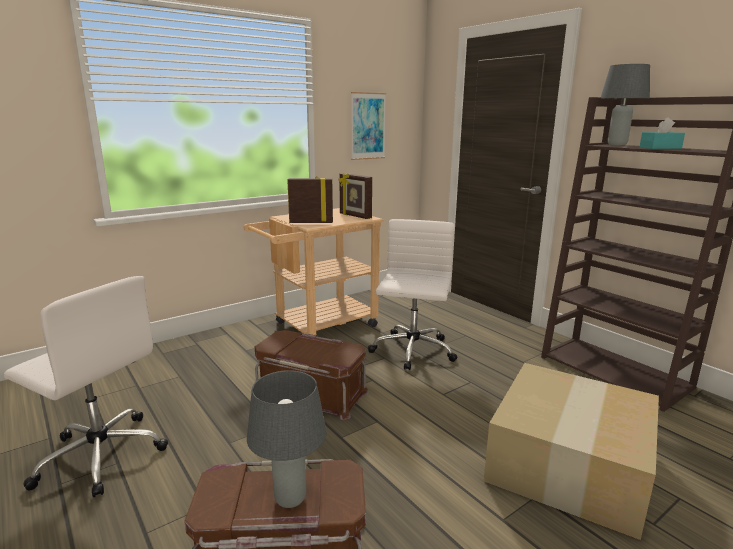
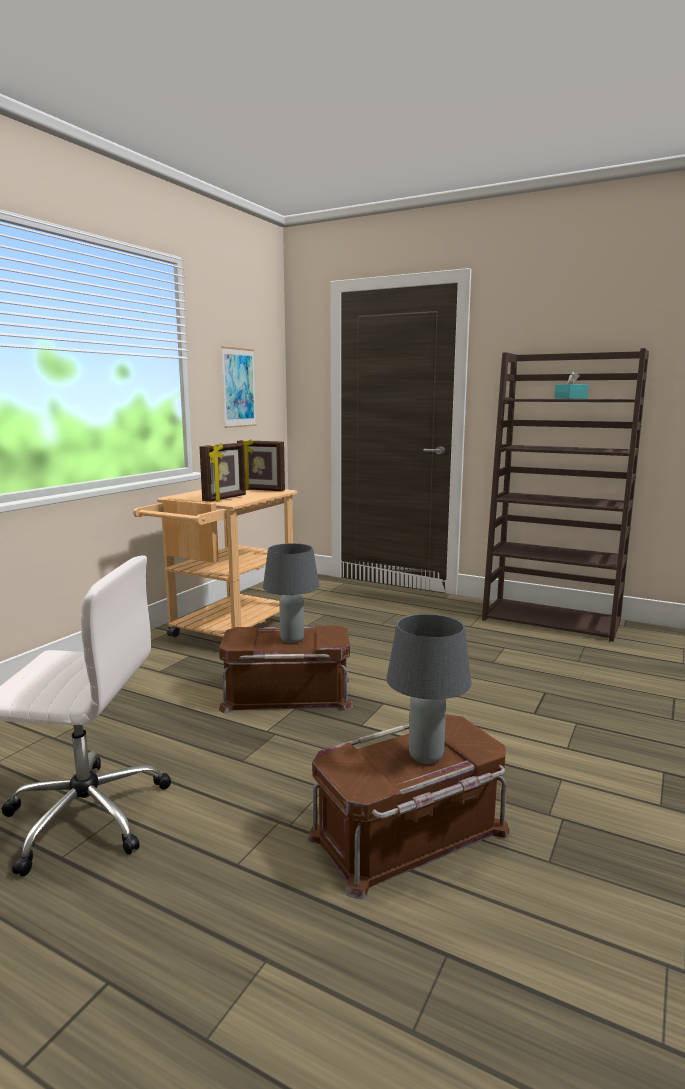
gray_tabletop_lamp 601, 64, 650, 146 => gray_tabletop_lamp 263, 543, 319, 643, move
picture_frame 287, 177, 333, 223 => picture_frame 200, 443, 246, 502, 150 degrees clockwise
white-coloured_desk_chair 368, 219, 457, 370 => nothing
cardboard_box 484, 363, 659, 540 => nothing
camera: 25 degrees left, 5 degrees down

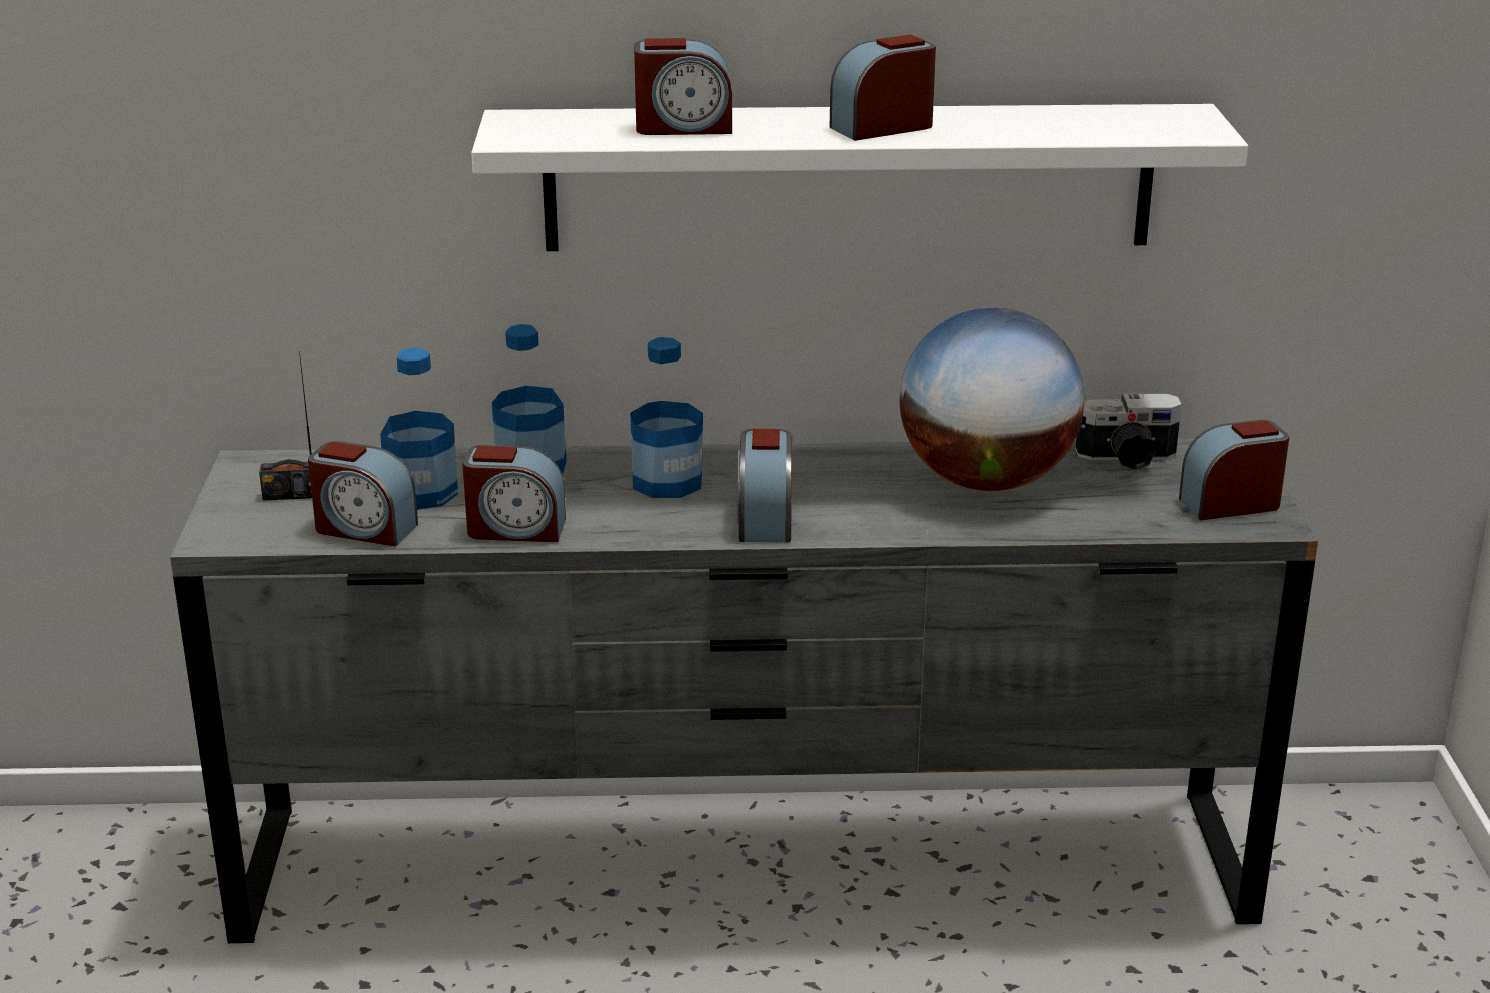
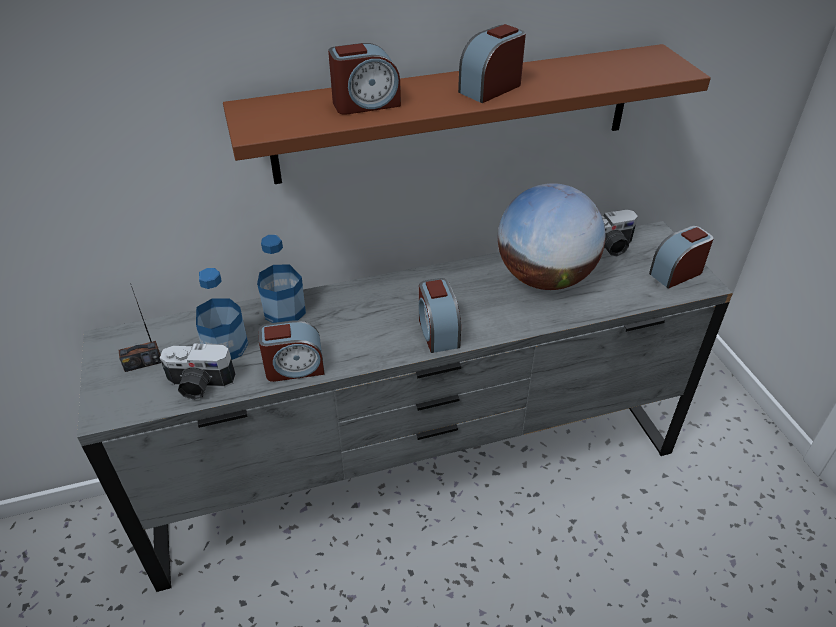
white-coloured_wall_shelf 471, 104, 1248, 251 => brown-coloured_wall_shelf 223, 44, 711, 184
bottle 630, 337, 703, 498 => nothing
alarm_clock 308, 441, 418, 546 => still_camera 159, 343, 236, 400
camera: 15 degrees left, 15 degrees up

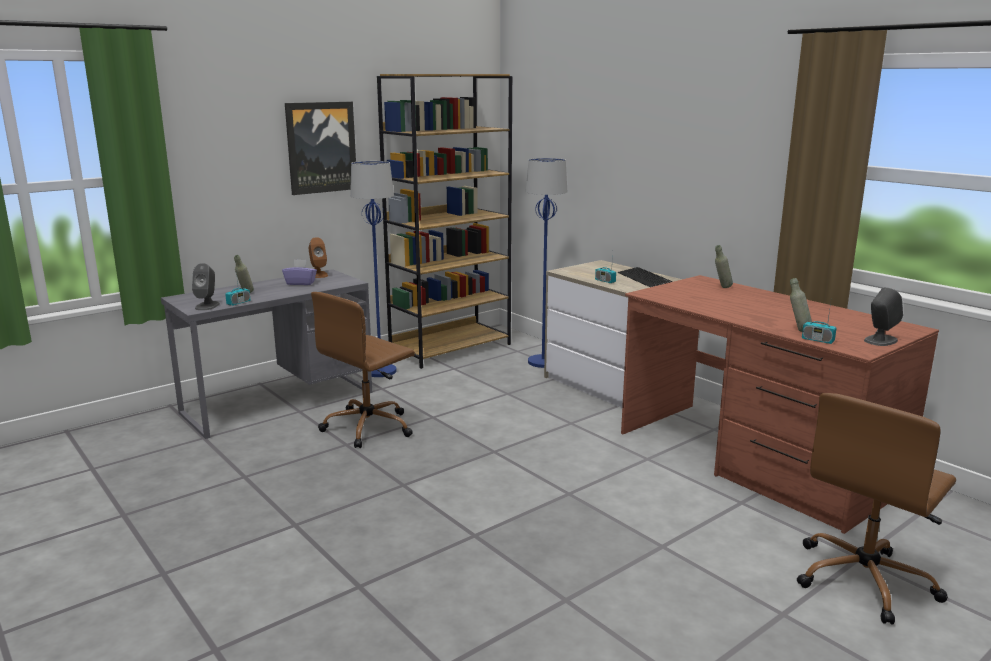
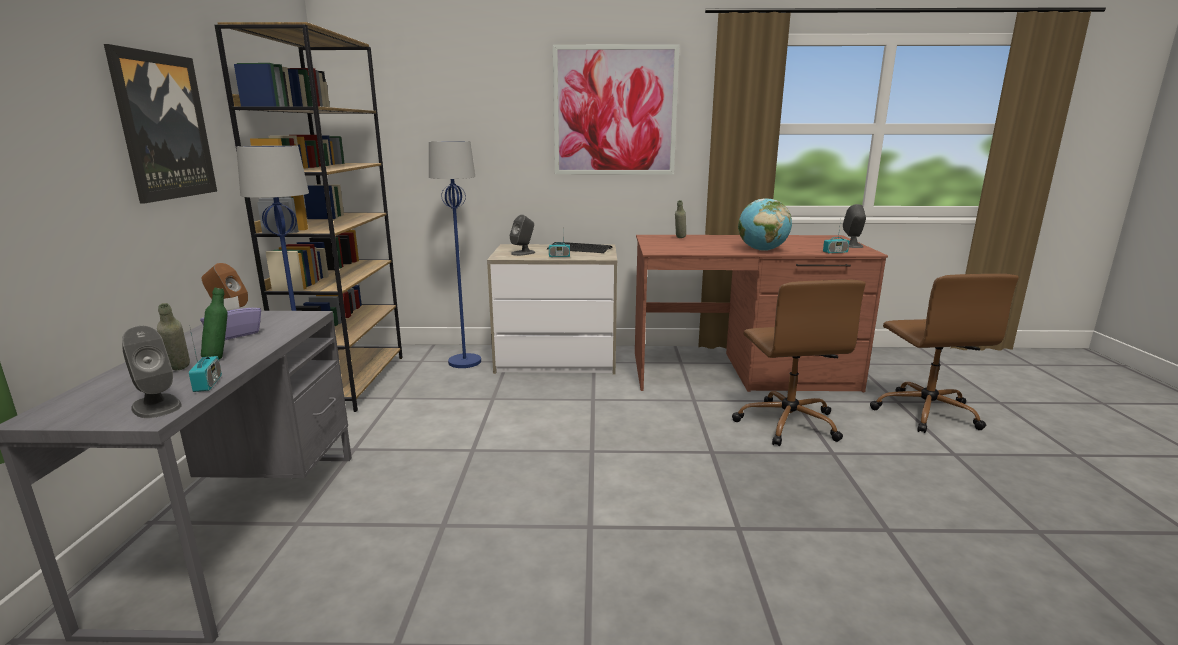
gray_bottle 790, 278, 812, 332 => nothing
brown-coloured_desk_chair 311, 292, 415, 448 => brown-coloured_desk_chair 732, 280, 866, 446, move
nothing => picture 553, 44, 679, 174
nothing => globe 738, 199, 792, 251
nothing => gray_loudspeaker 510, 215, 535, 256
nothing => greenish_bottle 201, 288, 228, 359
camera: 50 degrees left, 0 degrees up

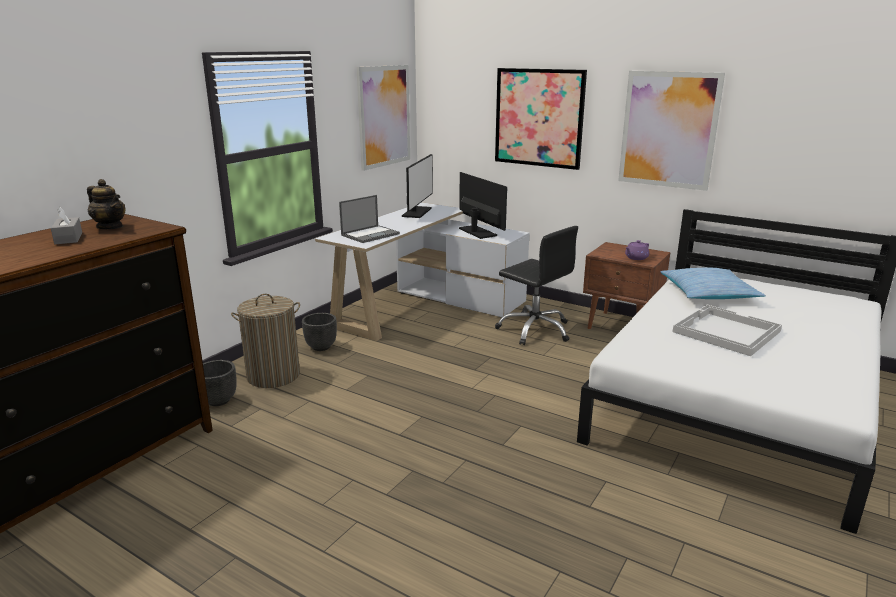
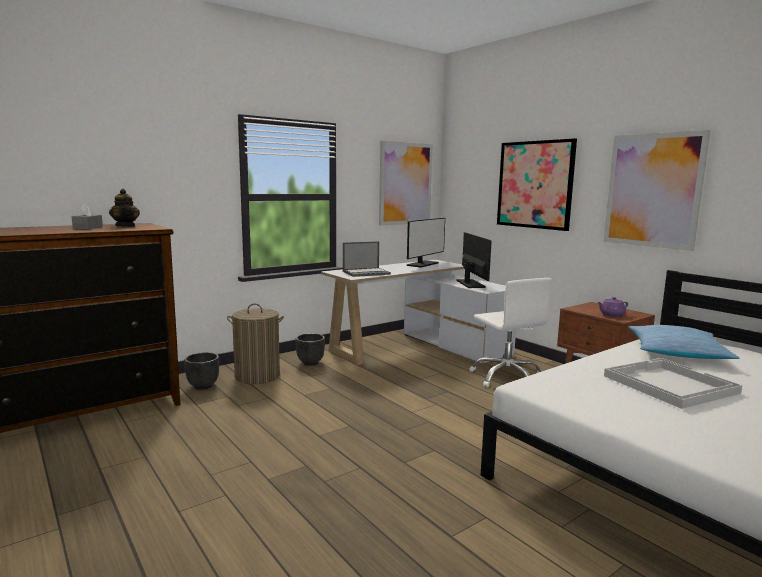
blackish_desk_chair 495, 226, 578, 345 => white-coloured_desk_chair 469, 278, 552, 388
camera: 20 degrees right, 10 degrees down

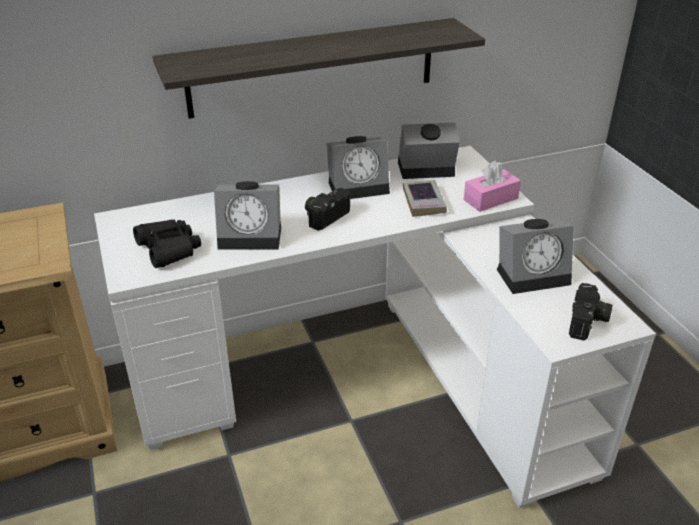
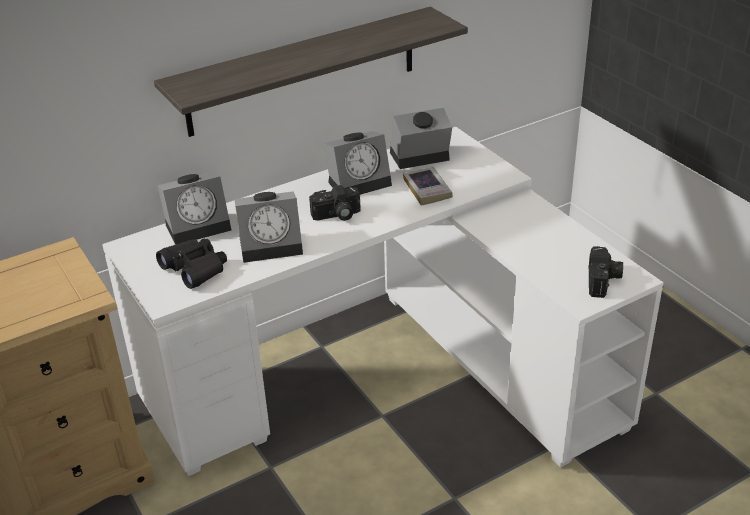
pink_tissue_box 464, 161, 521, 212 => nothing
still_camera 305, 188, 350, 231 => still_camera 309, 185, 361, 221, 135 degrees counterclockwise
alarm_clock 497, 218, 574, 294 => alarm_clock 157, 172, 231, 245, move
camera: 10 degrees left, 0 degrees up

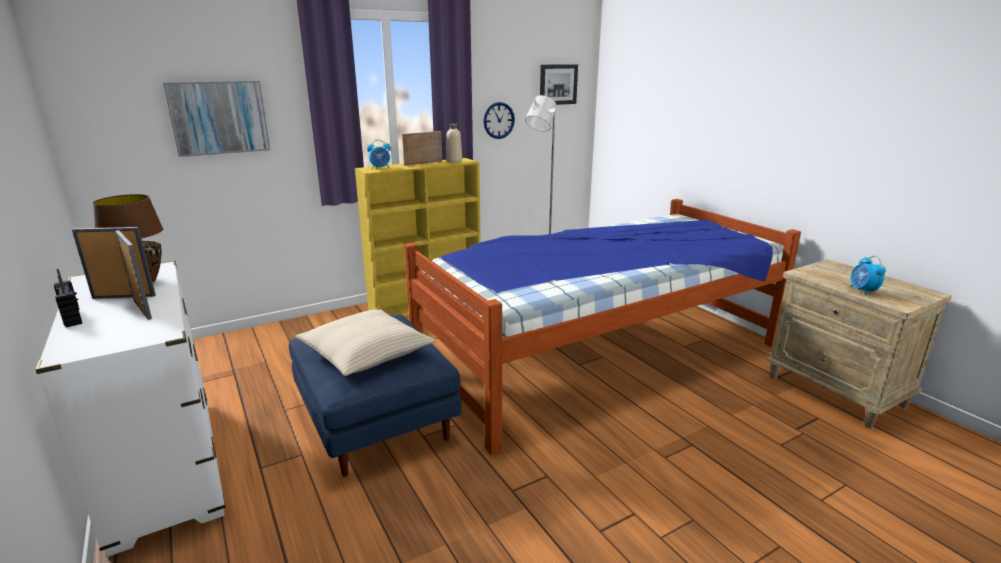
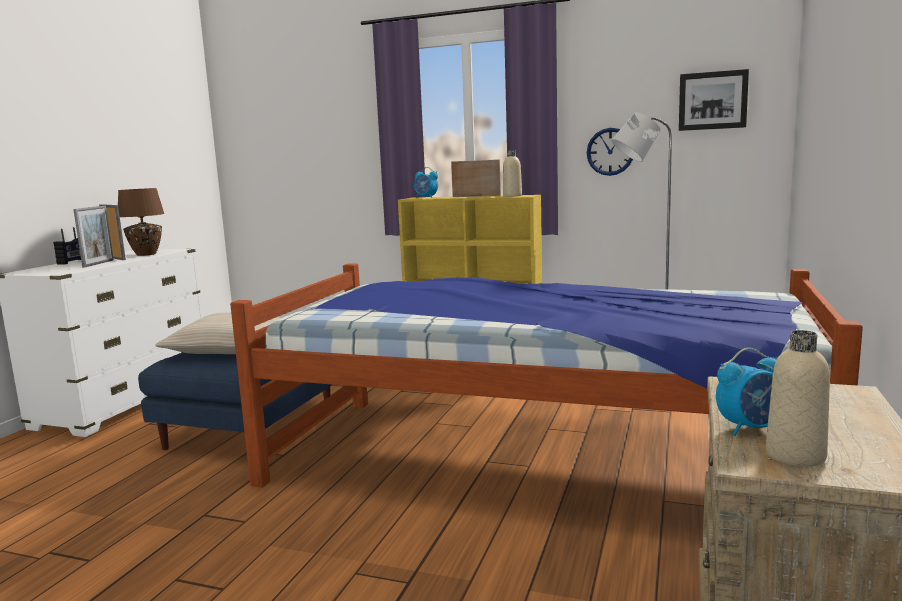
picture 163, 81, 270, 157 => nothing
alarm_clock 851, 256, 886, 296 => alarm_clock 716, 348, 777, 436, 150 degrees counterclockwise
nothing => beige-coloured_bottle 766, 330, 830, 467
camera: 50 degrees right, 10 degrees down

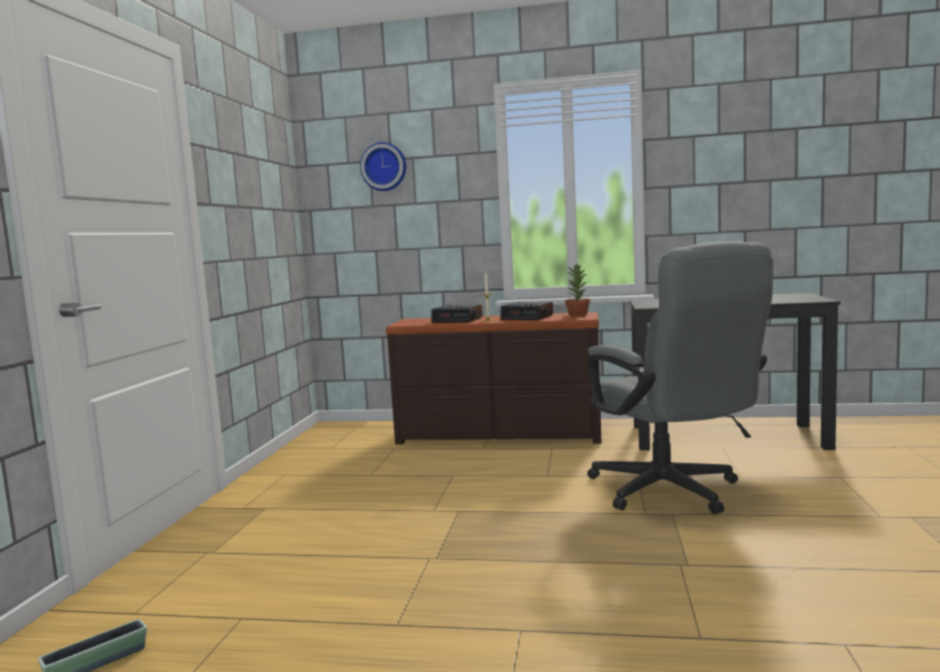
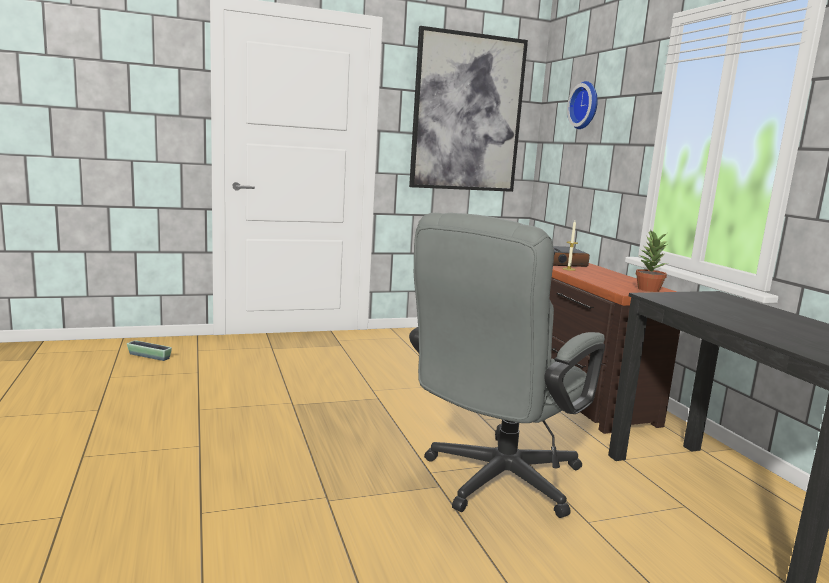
alarm_clock 500, 302, 553, 320 => nothing
nothing => picture 409, 26, 528, 192
camera: 60 degrees right, 5 degrees up

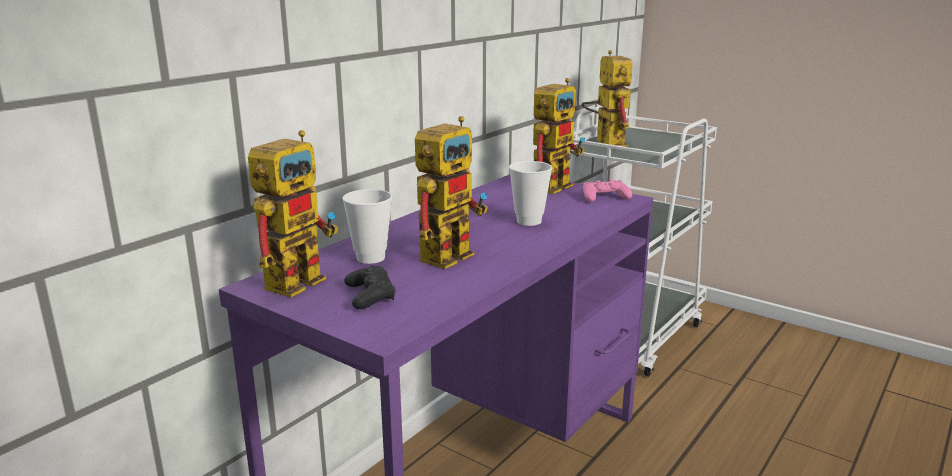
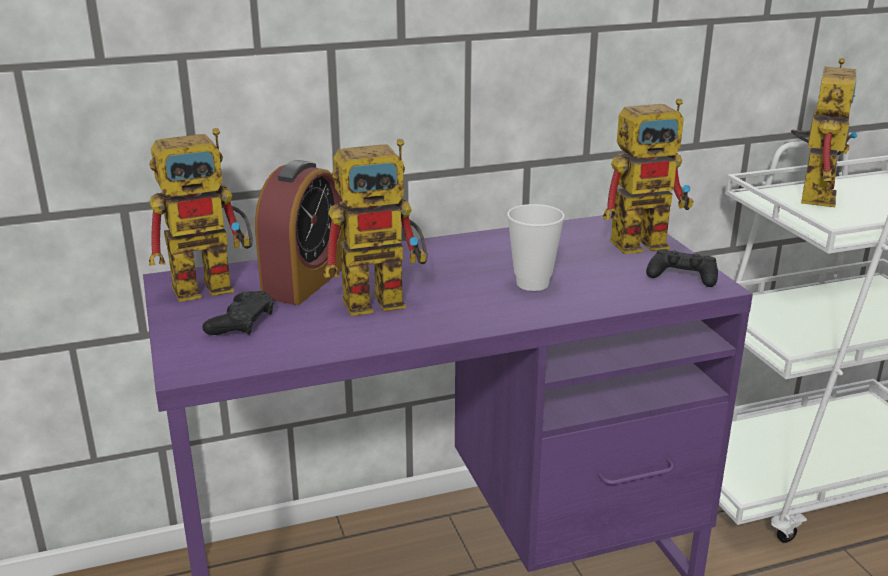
pink_joypad 583, 180, 632, 202 => blackish_joypad 646, 249, 718, 287
small_cup 342, 189, 392, 264 => alarm_clock 255, 160, 345, 305
camera: 35 degrees right, 5 degrees up

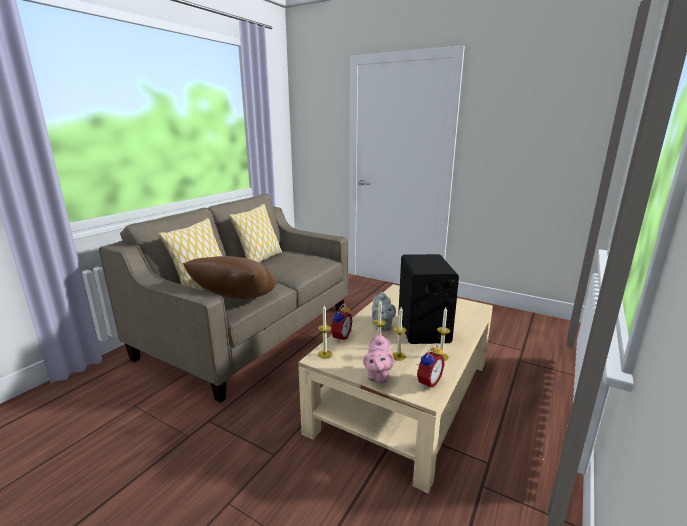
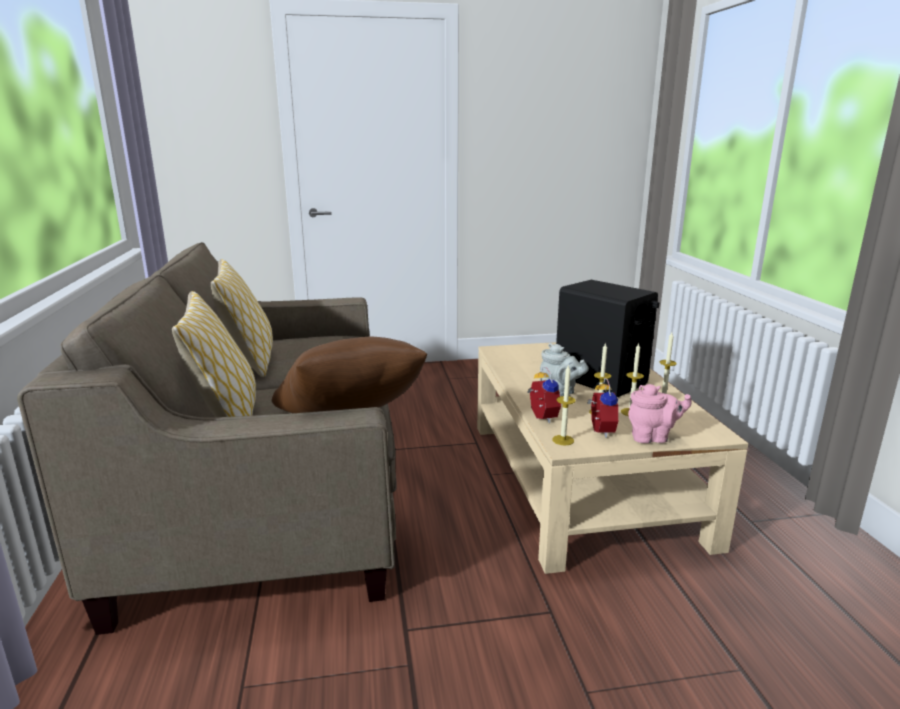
pink_tea_pot 363, 333, 394, 384 => pink_tea_pot 628, 384, 692, 443, 60 degrees counterclockwise
alarm_clock 417, 343, 445, 389 => alarm_clock 587, 378, 618, 438, move
camera: 40 degrees left, 0 degrees up

